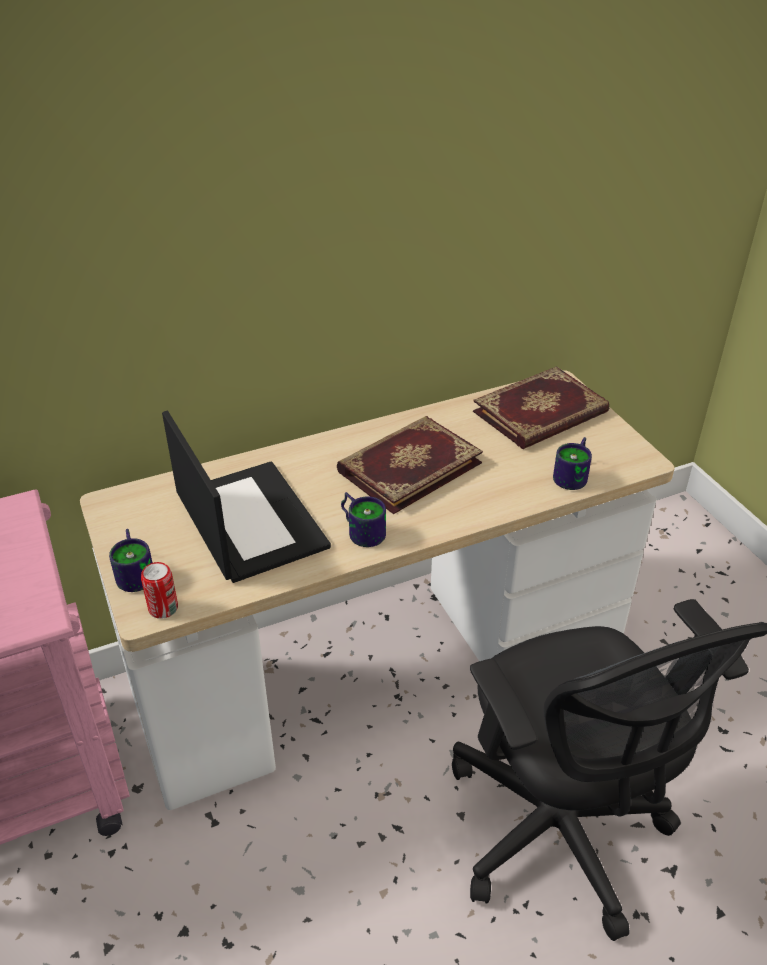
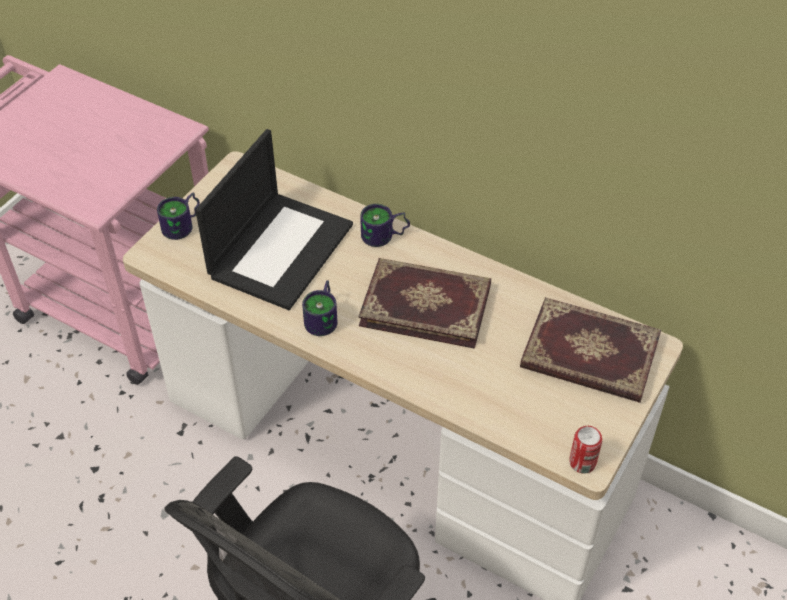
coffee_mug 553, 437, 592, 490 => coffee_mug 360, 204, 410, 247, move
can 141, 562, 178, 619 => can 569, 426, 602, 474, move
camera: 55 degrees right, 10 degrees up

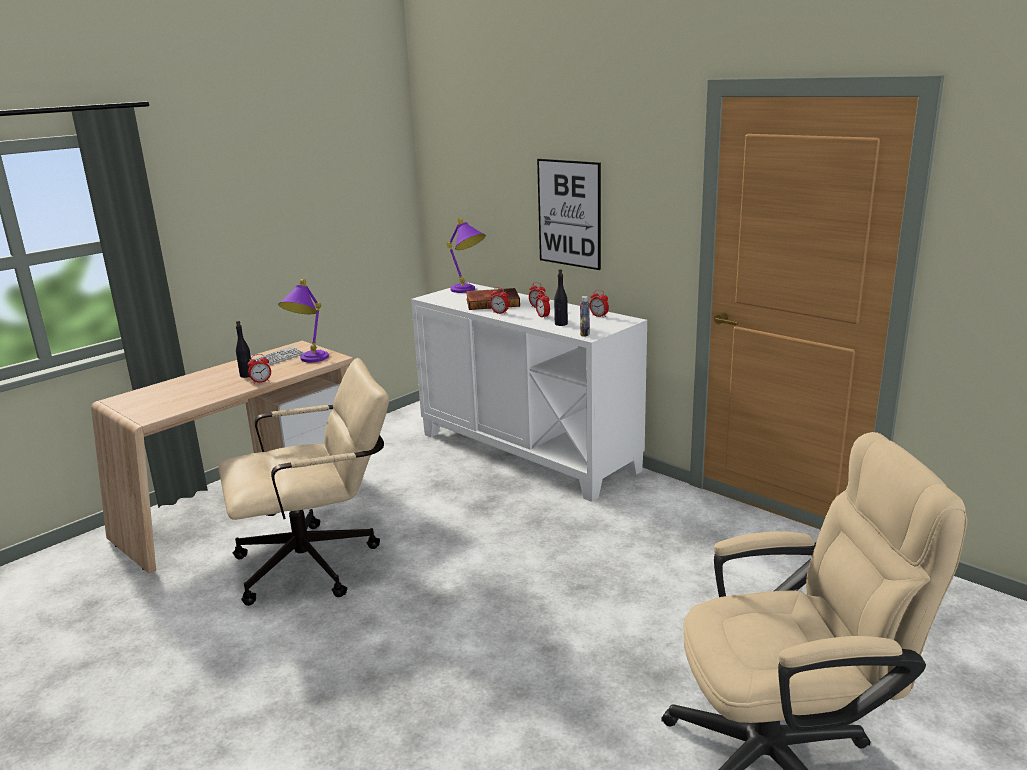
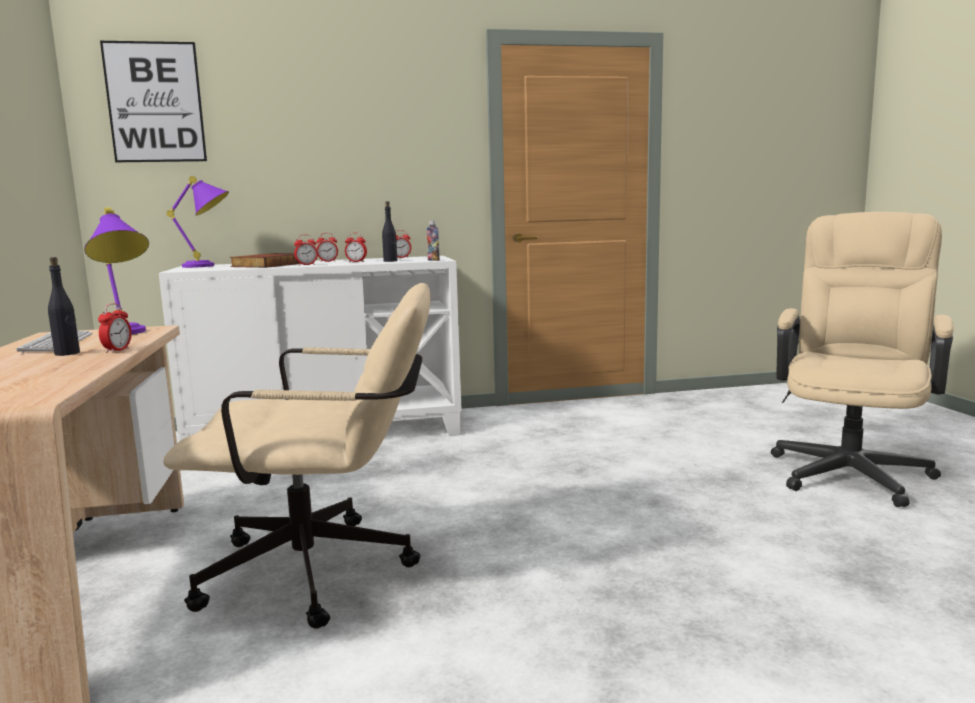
picture 537, 159, 601, 270 => picture 100, 41, 207, 162, move
beige-coloured_desk_chair 218, 358, 389, 606 => beige-coloured_desk_chair 163, 283, 430, 629, 75 degrees clockwise
camera: 55 degrees left, 10 degrees down

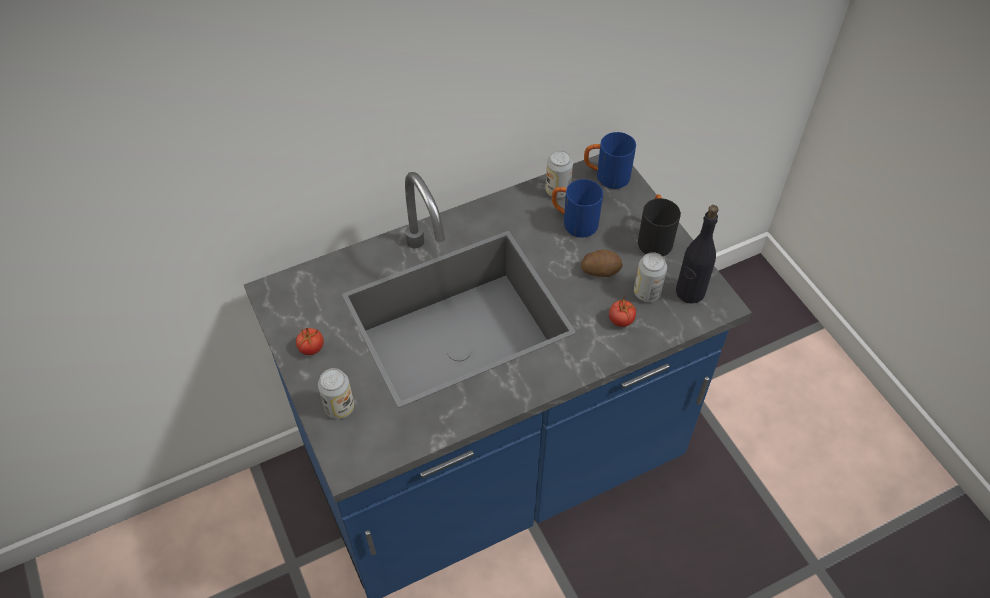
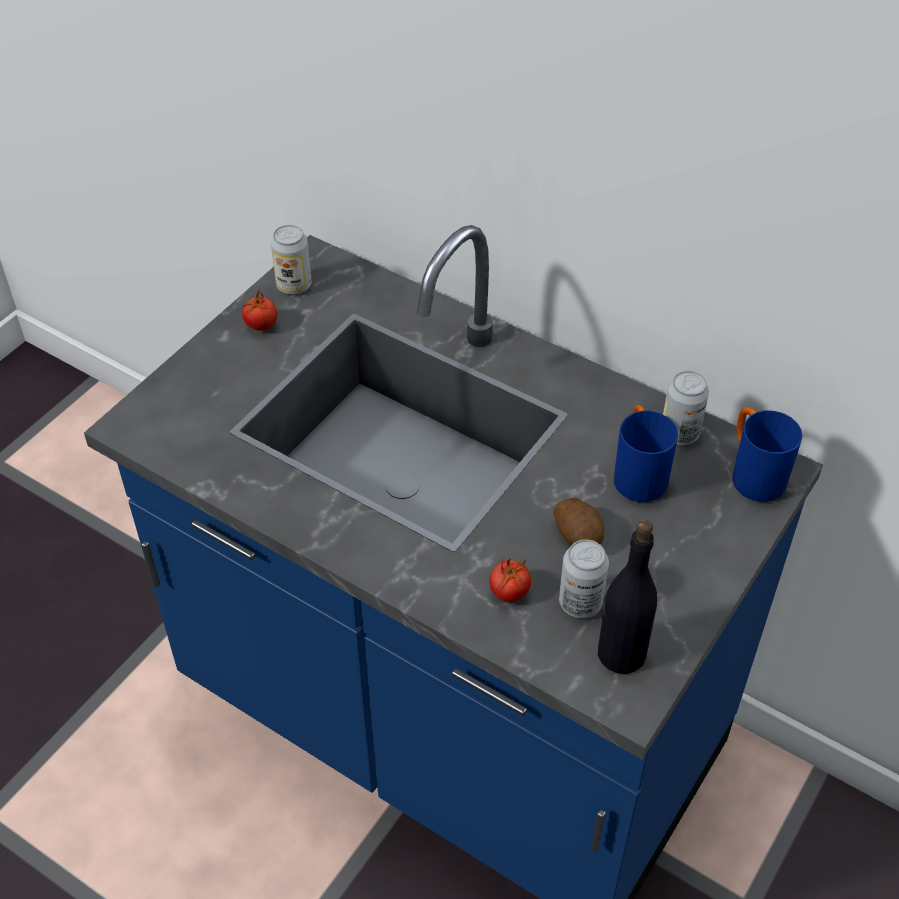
blackish_coffee_mug 638, 194, 681, 256 => nothing
can 318, 368, 354, 419 => can 271, 225, 312, 295, move
camera: 60 degrees right, 5 degrees down

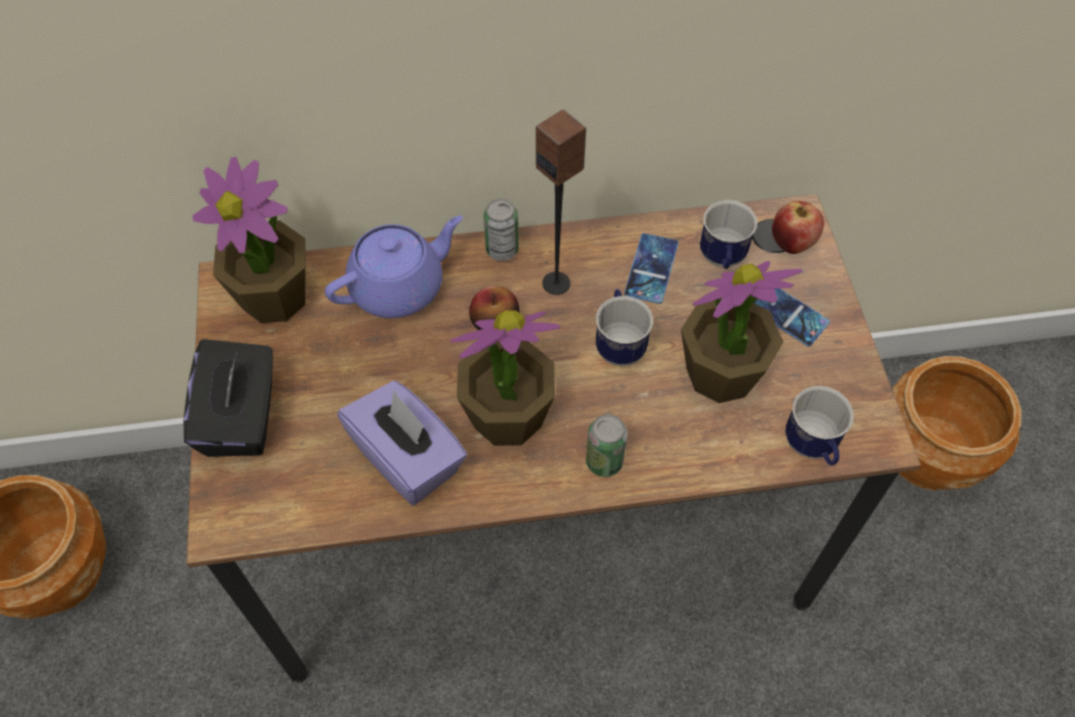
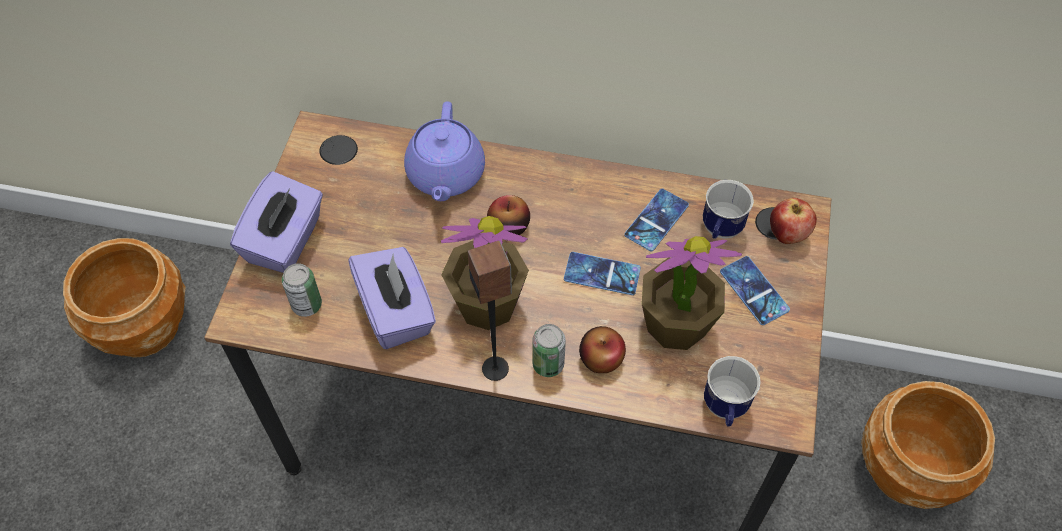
loudspeaker 536, 109, 586, 295 => loudspeaker 468, 241, 512, 381, move
houseplant 192, 157, 306, 323 => nothing
can 484, 199, 519, 261 => can 282, 263, 322, 317, move
purplish_tea_pot 325, 216, 463, 318 => purplish_tea_pot 404, 101, 485, 201, 105 degrees clockwise
coffee_mug 596, 289, 653, 366 => phone 564, 252, 641, 295
blackish_tissue_box 183, 339, 273, 457 => purplish_tissue_box 230, 171, 323, 273
nothing => apple 579, 326, 626, 373
camera: 20 degrees right, 0 degrees up

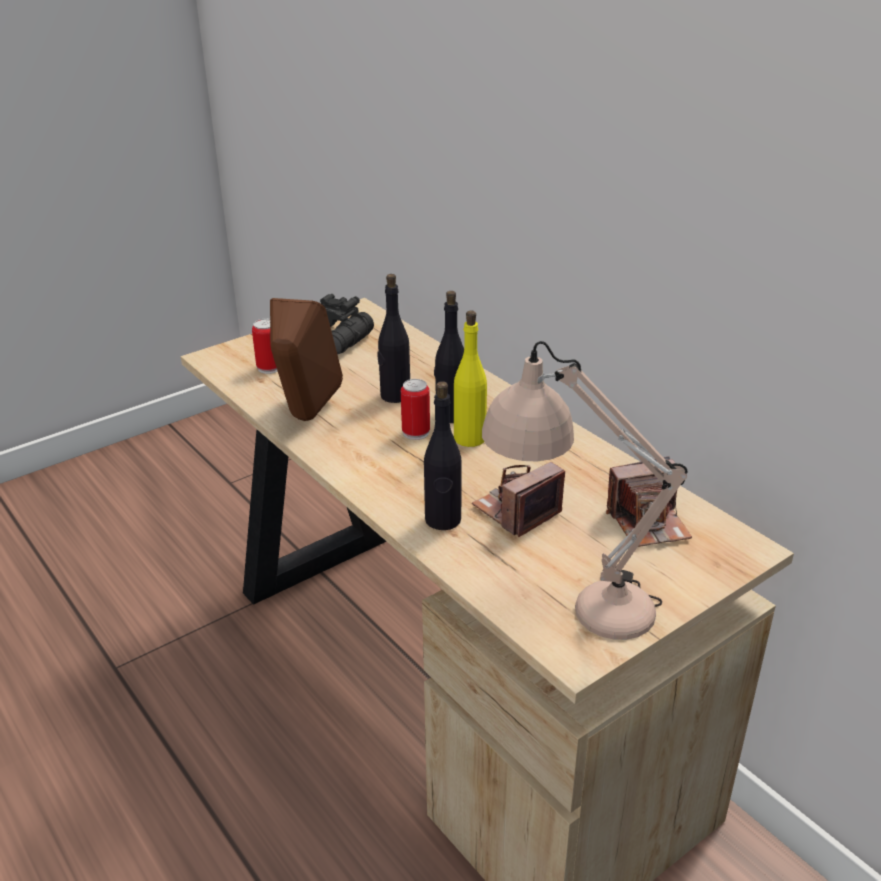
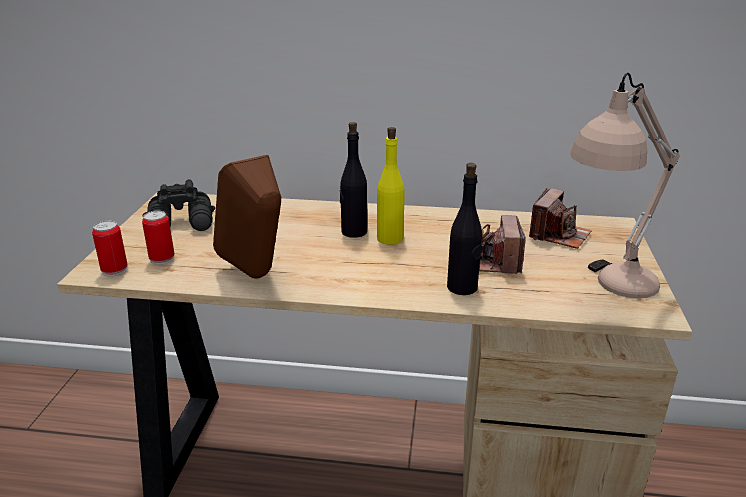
blackish_bottle 377, 274, 410, 403 => nothing
can 401, 379, 430, 440 => can 92, 221, 128, 277, move
camera: 45 degrees left, 5 degrees down

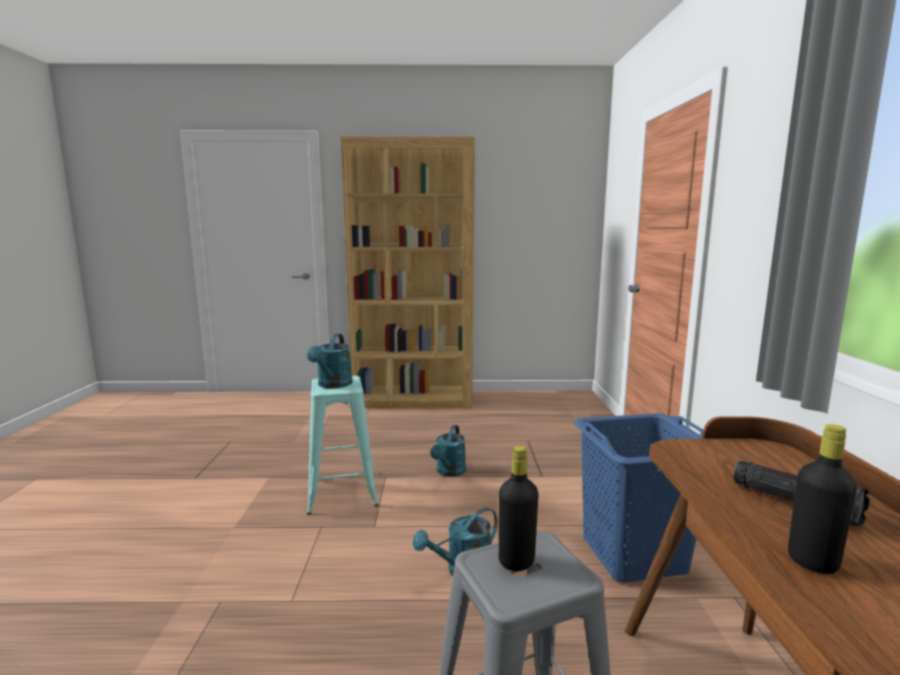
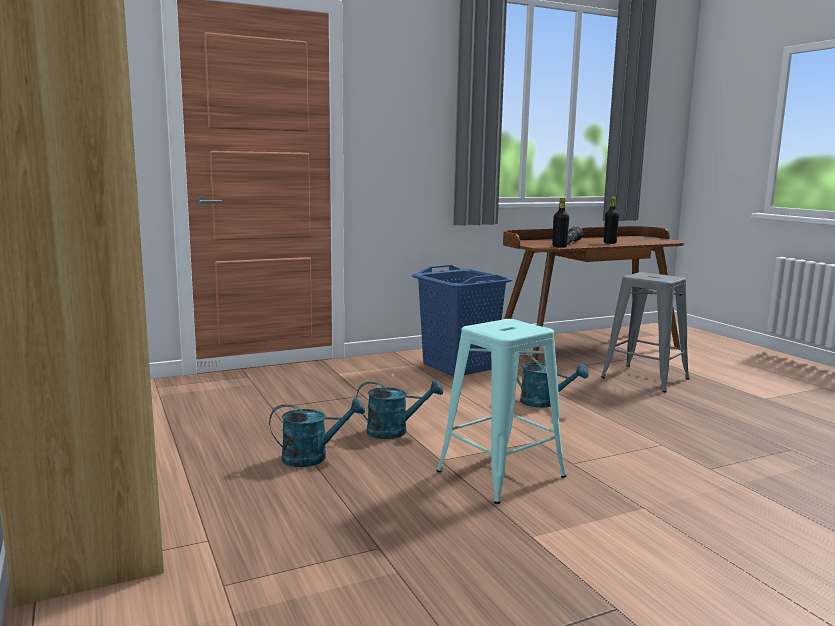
turquoise-coloured_watering_pot 307, 334, 353, 388 => turquoise-coloured_watering_pot 269, 398, 365, 467, move
blackish_bottle 498, 446, 539, 571 => blackish_bottle 552, 198, 569, 248, move
camera: 115 degrees left, 0 degrees up

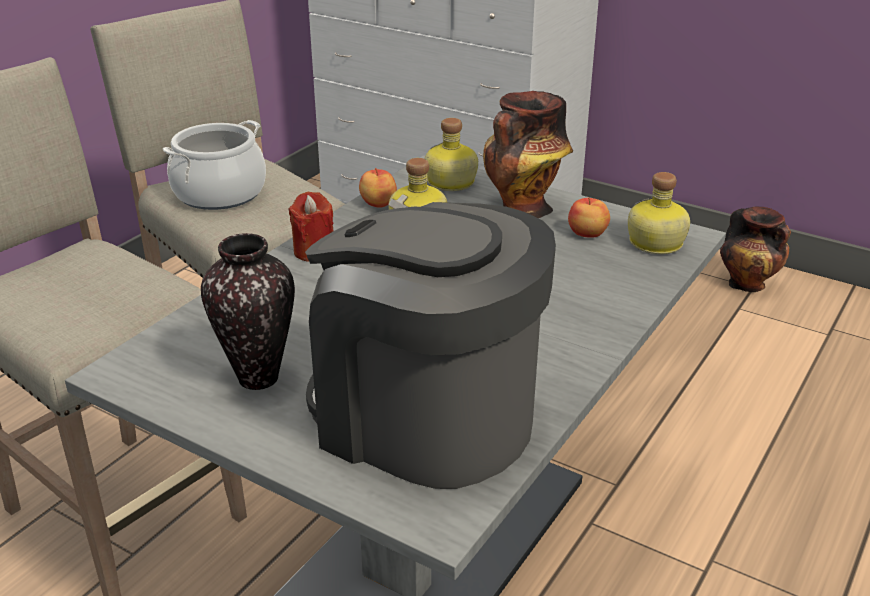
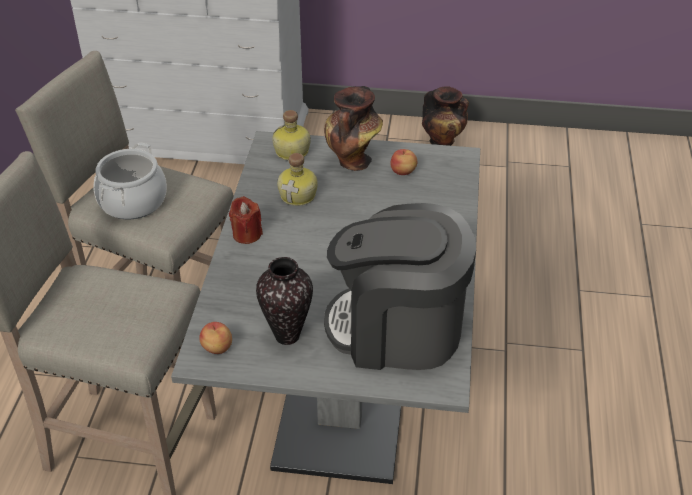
apple 359, 168, 397, 208 => apple 199, 322, 232, 354, move
bottle 628, 172, 690, 254 => nothing
camera: 25 degrees left, 10 degrees up

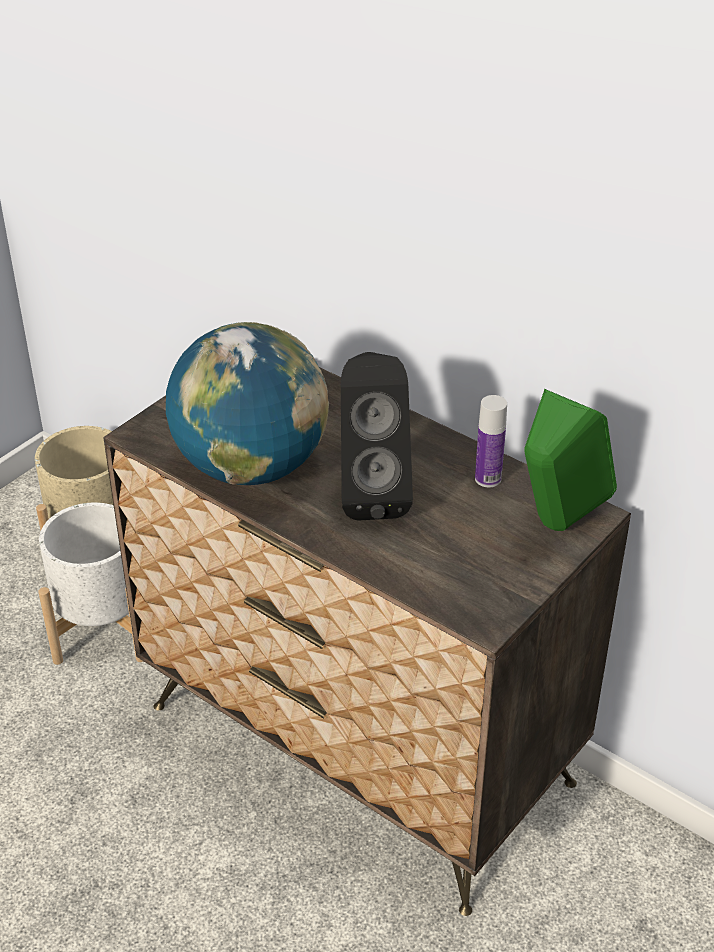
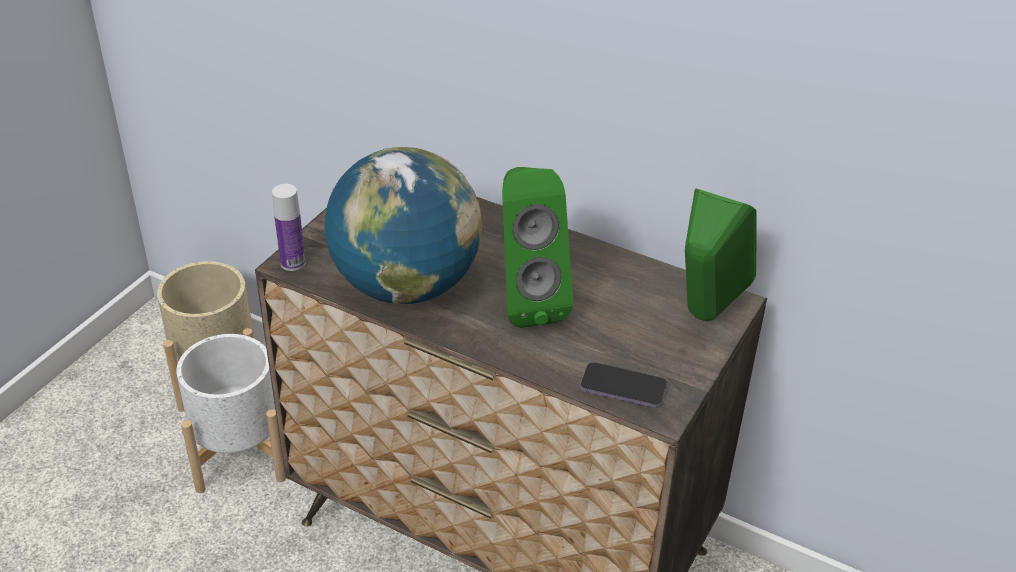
blackish_loudspeaker 341, 352, 413, 521 => greenish_loudspeaker 502, 167, 573, 328
bottle 475, 395, 507, 487 => bottle 272, 184, 306, 271, move
nothing => phone 580, 362, 667, 408
camera: 10 degrees left, 0 degrees up

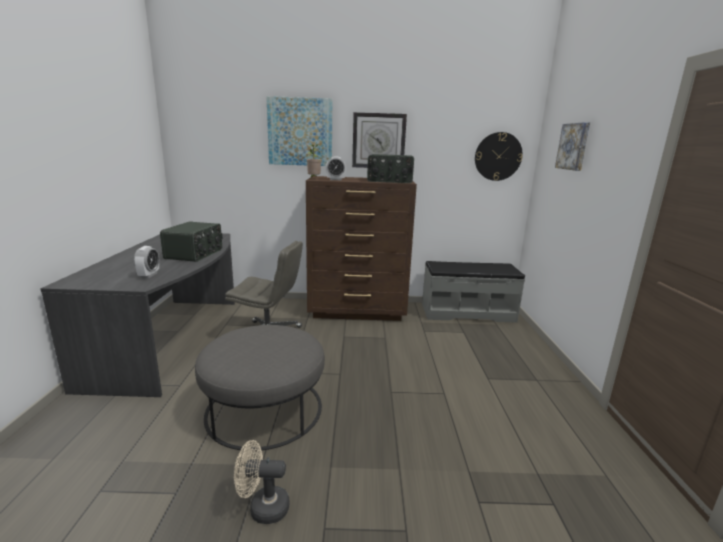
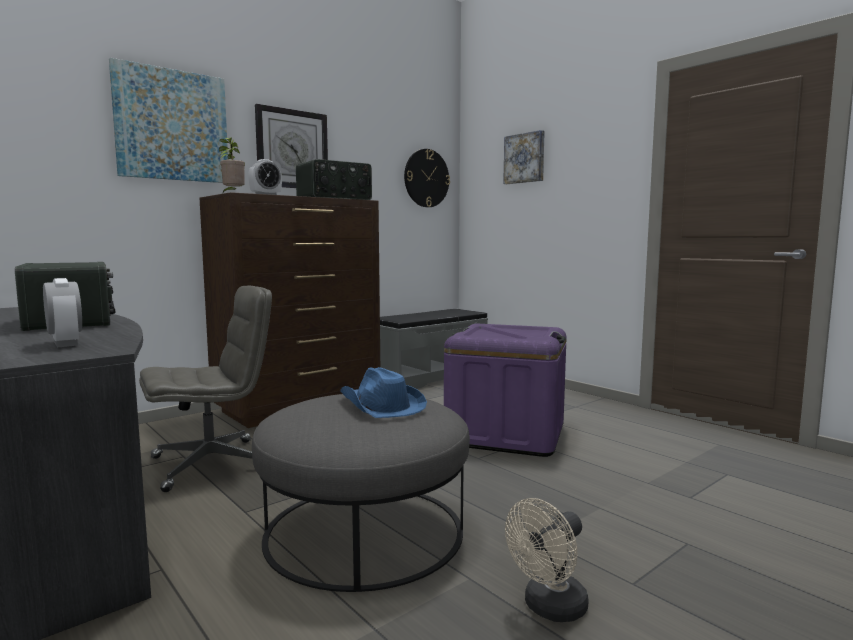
nothing => purplish_storage_container 444, 323, 566, 457
nothing => blue-coloured_wearable_hat 340, 367, 427, 418
camera: 40 degrees left, 10 degrees down

